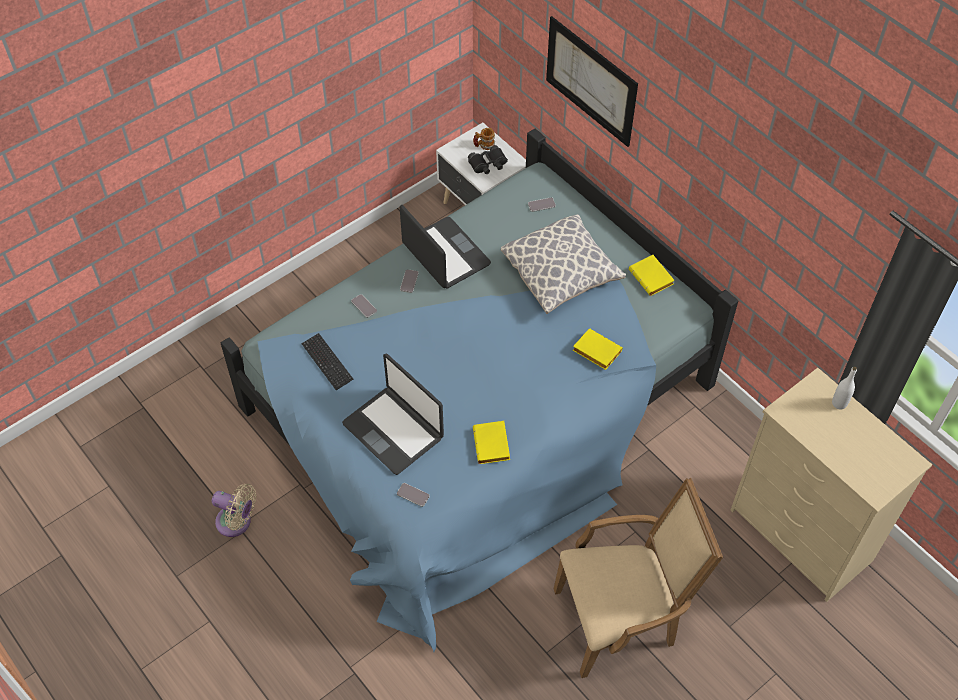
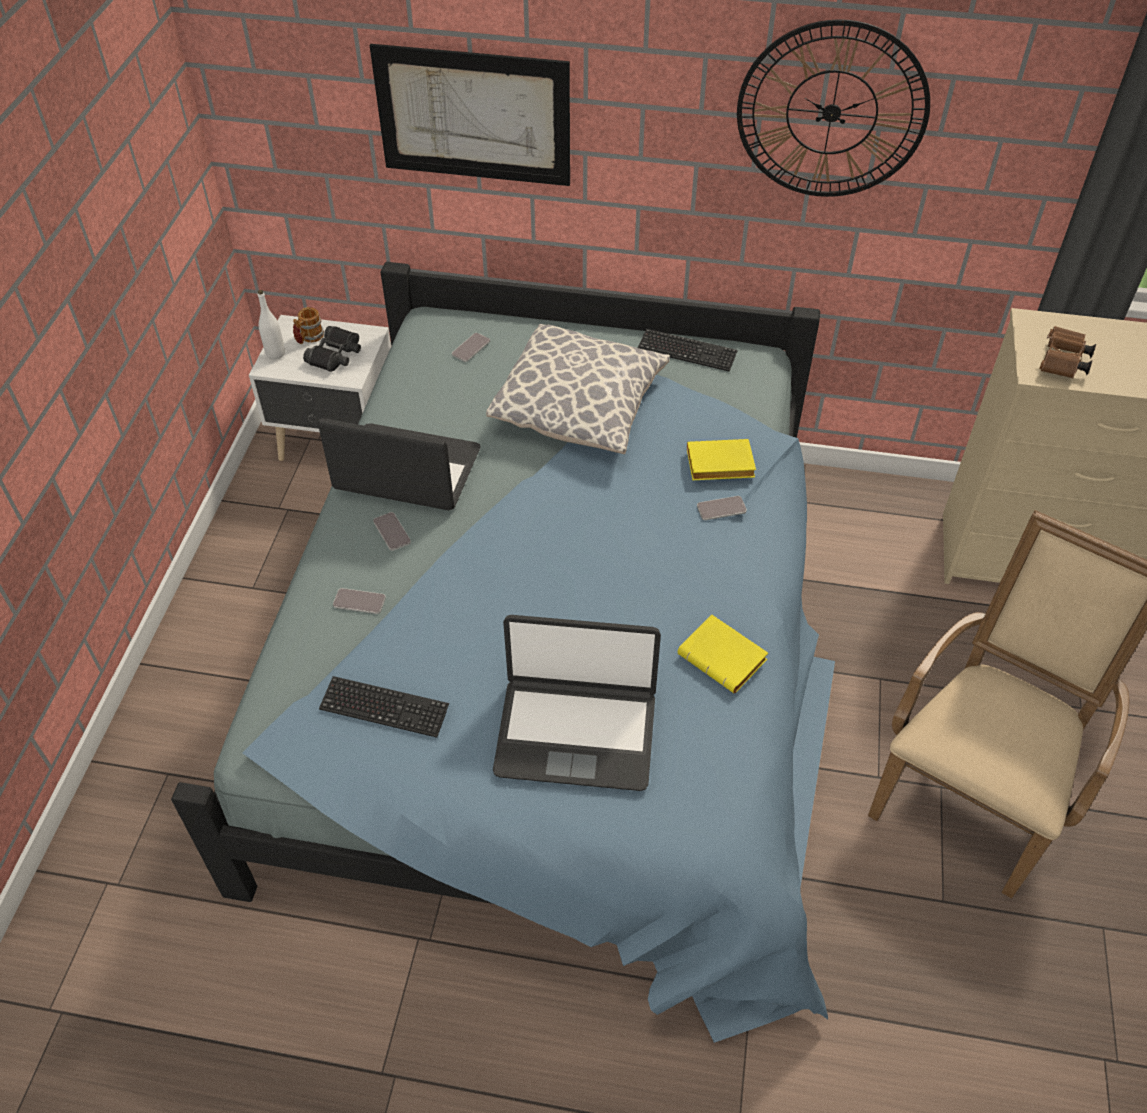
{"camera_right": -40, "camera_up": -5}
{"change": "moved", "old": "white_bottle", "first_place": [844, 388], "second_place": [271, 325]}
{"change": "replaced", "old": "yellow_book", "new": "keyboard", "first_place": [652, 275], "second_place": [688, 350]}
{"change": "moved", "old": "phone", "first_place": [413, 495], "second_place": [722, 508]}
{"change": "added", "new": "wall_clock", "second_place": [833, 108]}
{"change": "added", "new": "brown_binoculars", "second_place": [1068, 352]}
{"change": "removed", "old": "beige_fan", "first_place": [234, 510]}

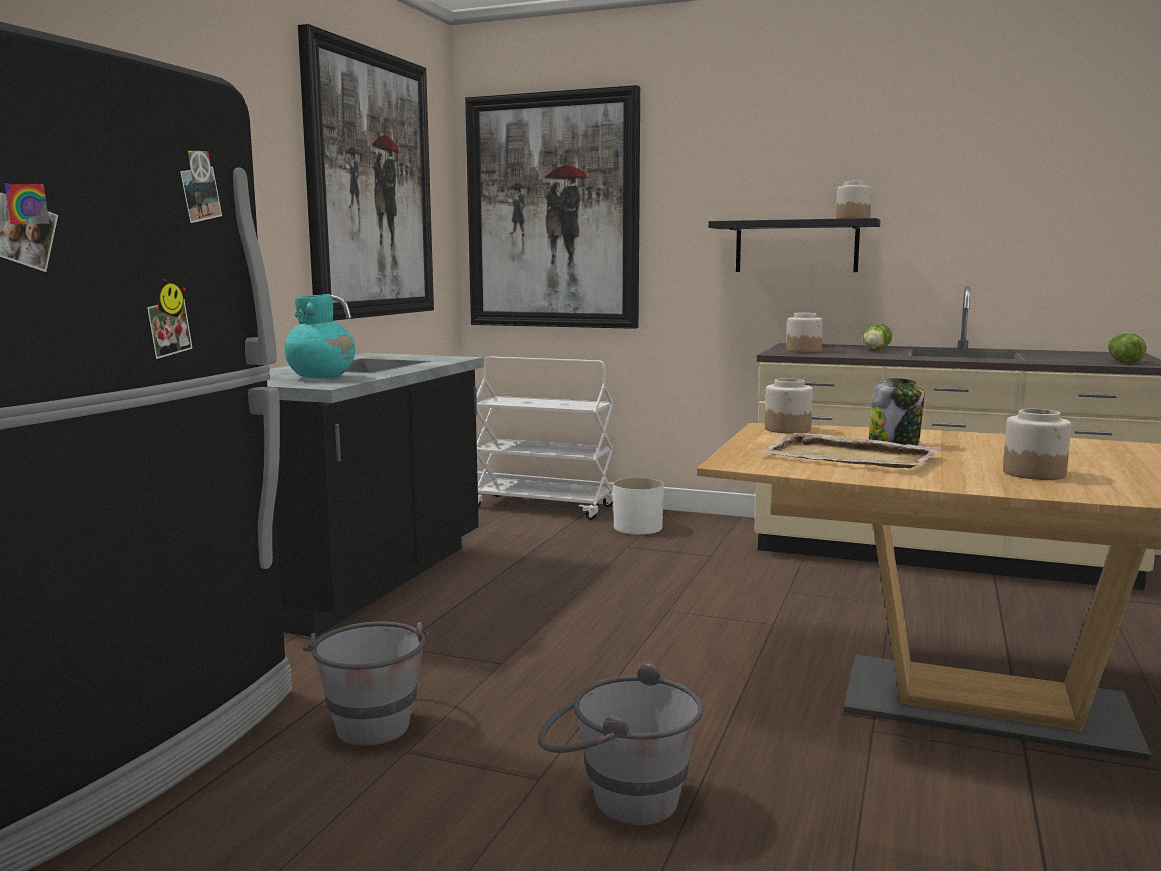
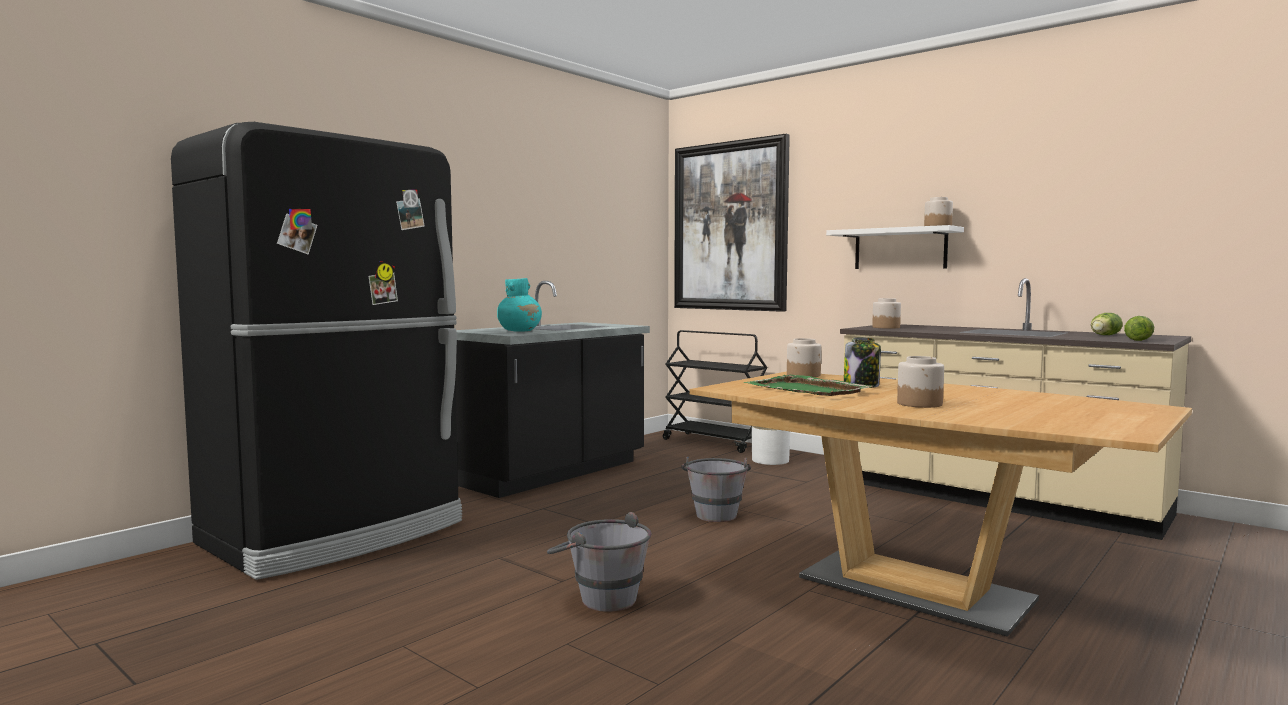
{"camera_right": 20, "camera_up": -5}
{"change": "recoloured", "old": "white_cart", "new": "black_cart", "first_place": [545, 438], "second_place": [715, 391]}
{"change": "moved", "old": "grey_bucket", "first_place": [366, 684], "second_place": [716, 489]}
{"change": "recoloured", "old": "beige_tray", "new": "green_tray", "first_place": [850, 450], "second_place": [808, 385]}
{"change": "recoloured", "old": "black_shelf", "new": "white_shelf", "first_place": [794, 245], "second_place": [895, 247]}
{"change": "moved", "old": "lettuce", "first_place": [877, 337], "second_place": [1107, 324]}
{"change": "removed", "old": "picture", "first_place": [366, 172]}

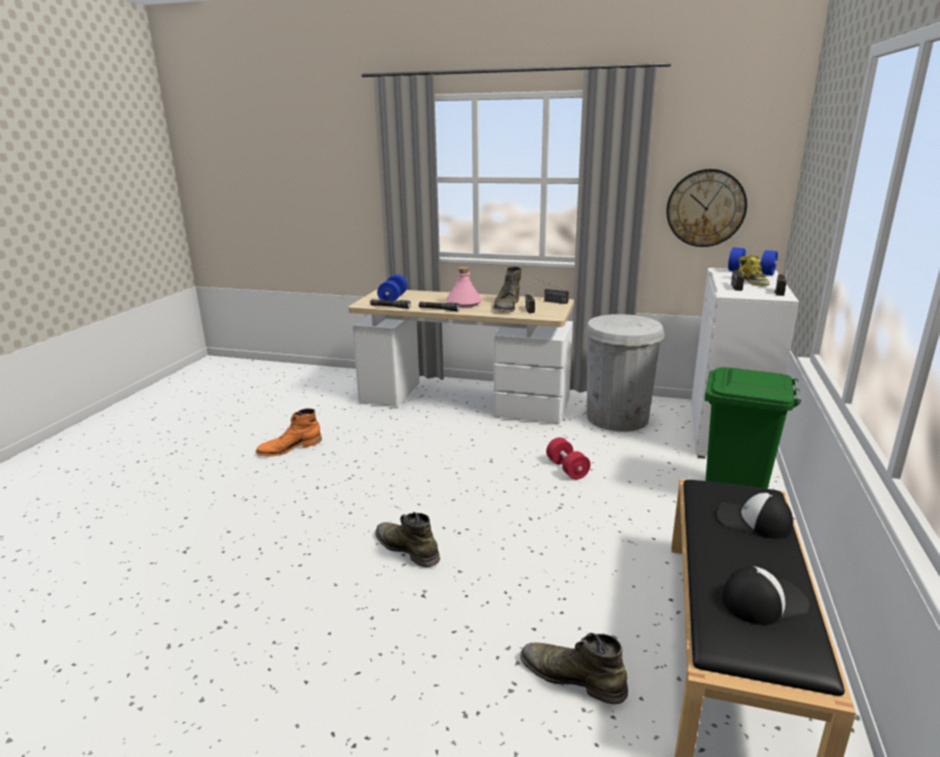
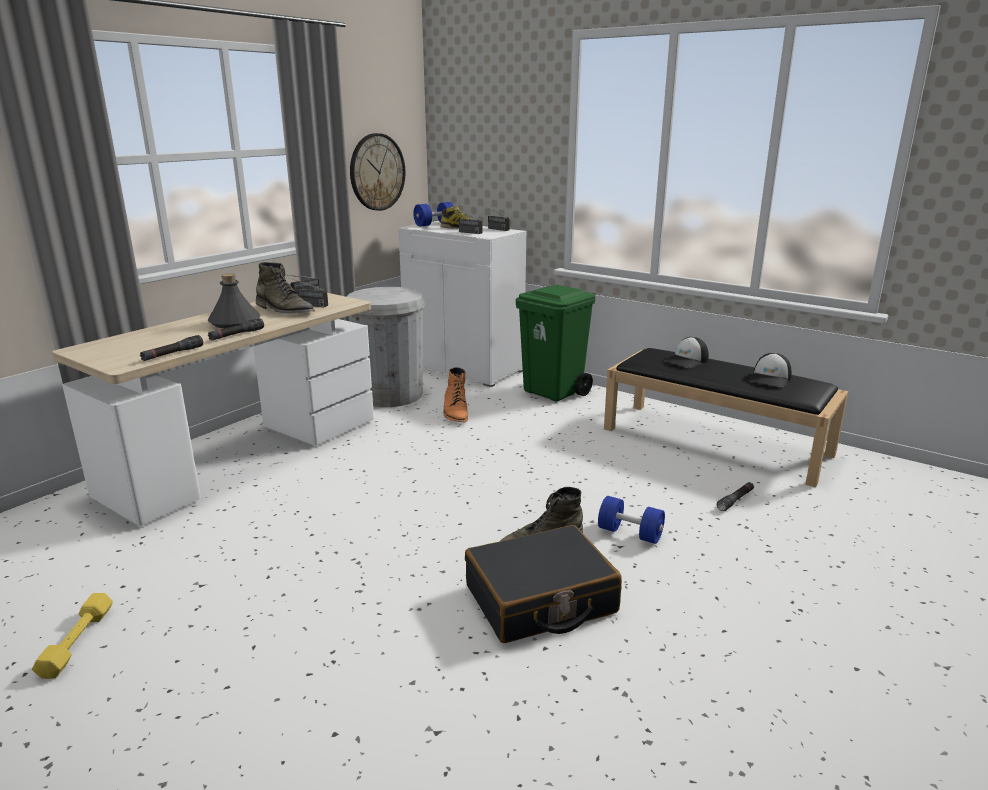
{"camera_right": -70, "camera_up": 0}
{"change": "added", "new": "yellow_dumbbell", "second_place": [72, 636]}
{"change": "recoloured", "old": "pink_bottle", "new": "grey_bottle", "first_place": [464, 287], "second_place": [234, 301]}
{"change": "moved", "old": "orange_boot", "first_place": [289, 432], "second_place": [455, 395]}
{"change": "added", "new": "black_suitcase", "second_place": [543, 584]}
{"change": "moved", "old": "blue_dumbbell", "first_place": [392, 287], "second_place": [631, 520]}
{"change": "replaced", "old": "green_boot", "new": "black_flashlight", "first_place": [574, 668], "second_place": [735, 496]}
{"change": "turned", "old": "cap", "first_place": [765, 595], "second_place": [770, 370], "degrees": -150}
{"change": "removed", "old": "red_dumbbell", "first_place": [568, 458]}

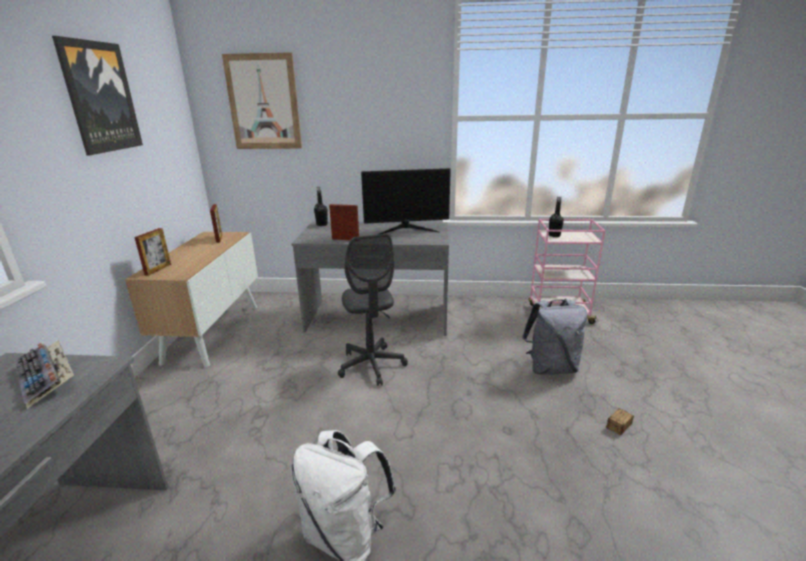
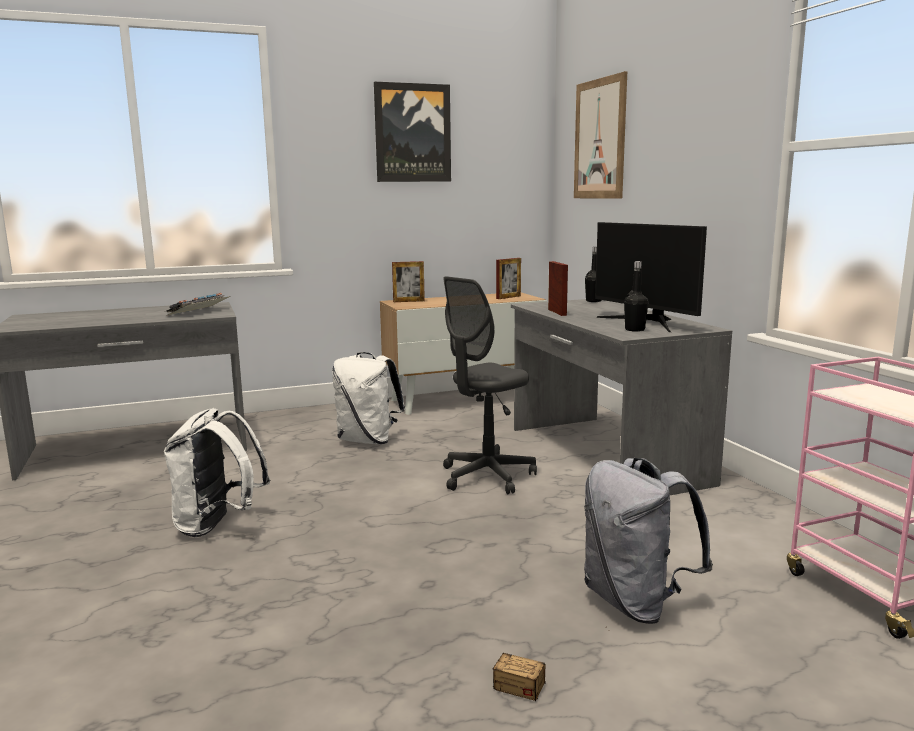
{"camera_right": 65, "camera_up": -10}
{"change": "added", "new": "white_backpack", "second_place": [369, 398]}
{"change": "moved", "old": "black_bottle", "first_place": [556, 216], "second_place": [636, 296]}

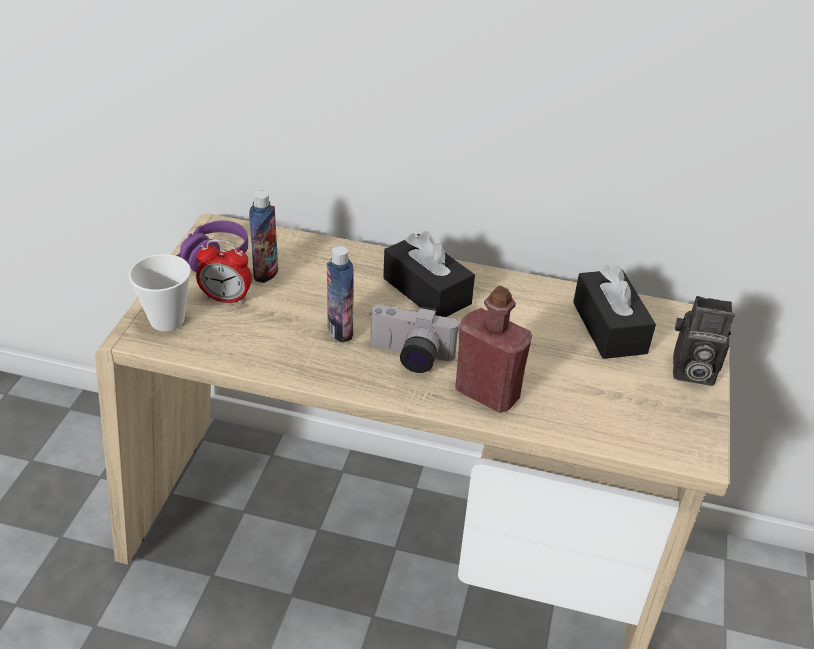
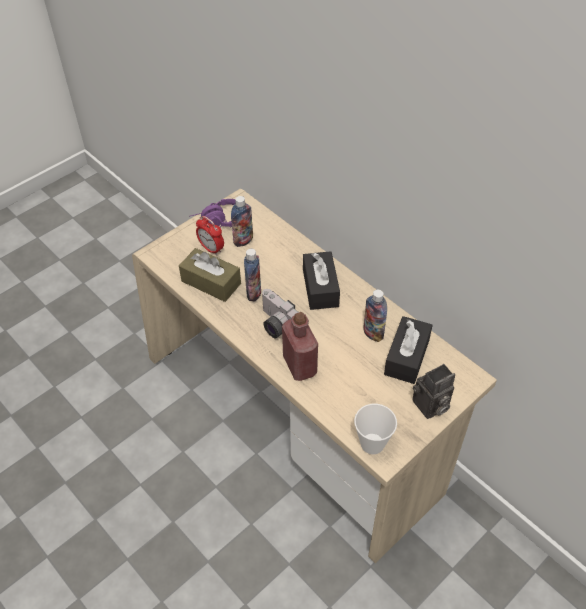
{"camera_right": 35, "camera_up": 10}
{"change": "added", "new": "brown_tissue_box", "second_place": [210, 275]}
{"change": "moved", "old": "cup", "first_place": [160, 292], "second_place": [375, 429]}
{"change": "added", "new": "bottle", "second_place": [375, 316]}
{"change": "turned", "old": "photo_camera", "first_place": [704, 341], "second_place": [433, 391], "degrees": -75}

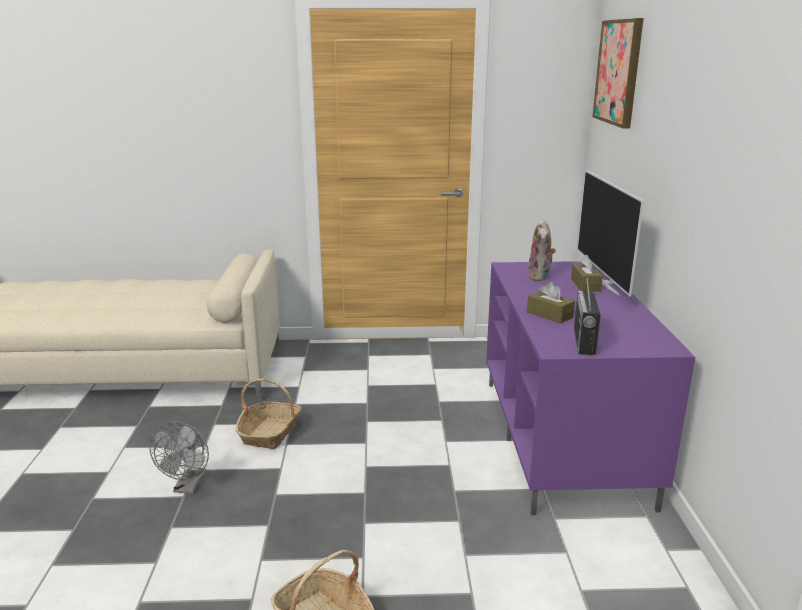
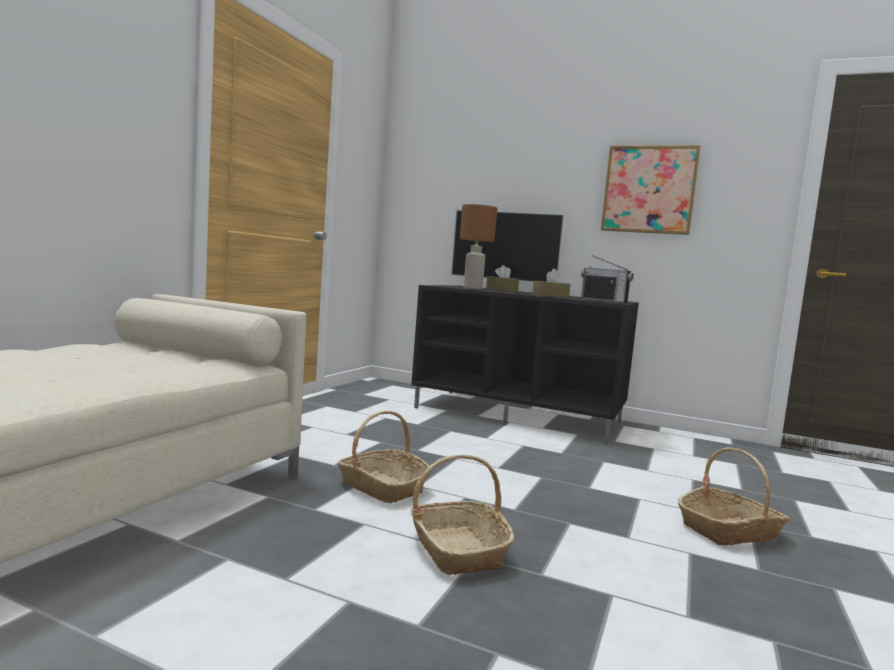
{"camera_right": -65, "camera_up": -15}
{"change": "replaced", "old": "grey_fan", "new": "basket", "first_place": [179, 457], "second_place": [462, 515]}
{"change": "recoloured", "old": "purple_tv_stand", "new": "black_tv_stand", "first_place": [590, 388], "second_place": [525, 365]}
{"change": "replaced", "old": "plush_toy", "new": "brown_table_lamp", "first_place": [541, 250], "second_place": [478, 246]}
{"change": "moved", "old": "picture", "first_place": [618, 73], "second_place": [650, 190]}

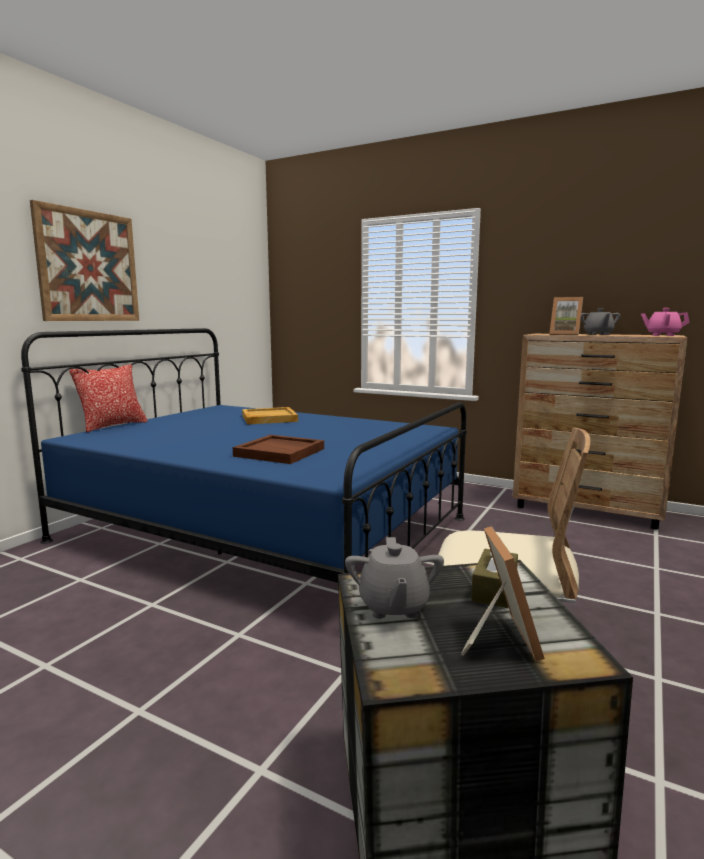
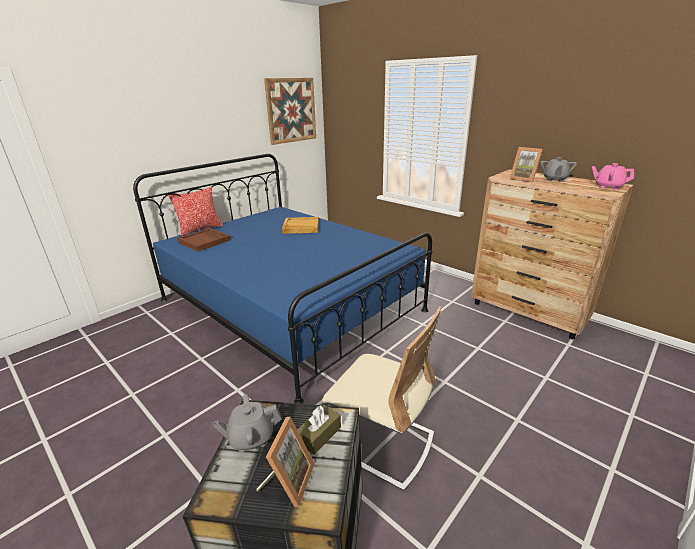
{"camera_right": 15, "camera_up": 15}
{"change": "moved", "old": "brown_tray", "first_place": [278, 449], "second_place": [204, 239]}
{"change": "turned", "old": "grey_teapot", "first_place": [394, 578], "second_place": [247, 423], "degrees": 60}
{"change": "moved", "old": "picture", "first_place": [84, 260], "second_place": [290, 111]}

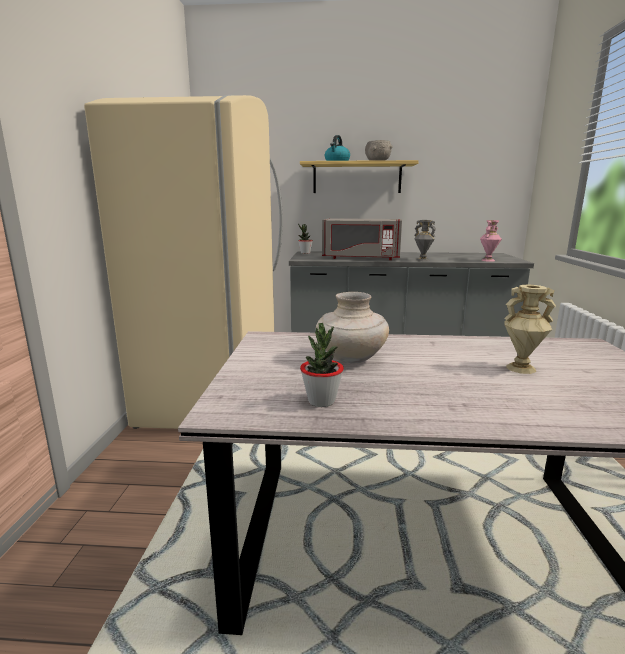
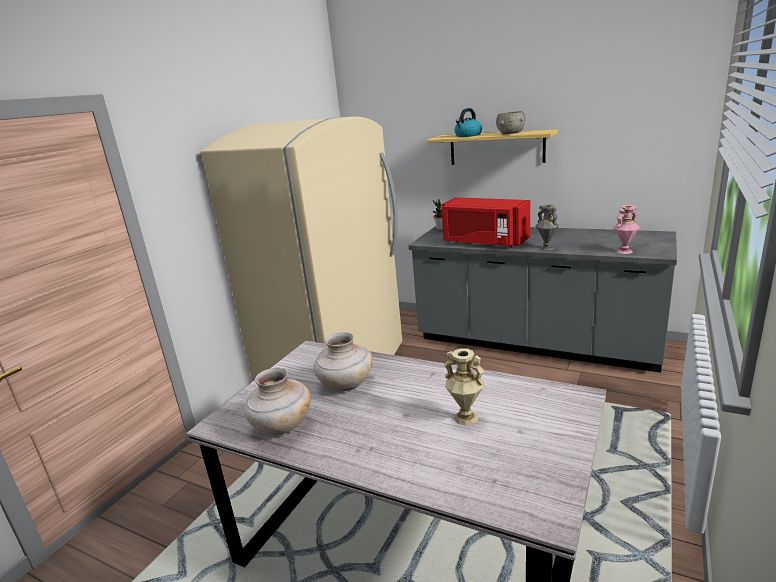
{"camera_right": 25, "camera_up": 5}
{"change": "replaced", "old": "potted_plant", "new": "beige_vase", "first_place": [322, 365], "second_place": [277, 401]}
{"change": "recoloured", "old": "grey_microwave", "new": "red_microwave", "first_place": [362, 239], "second_place": [485, 222]}

